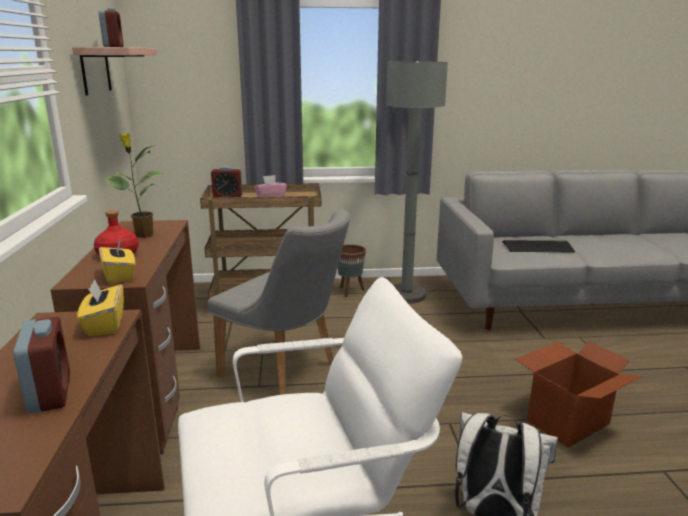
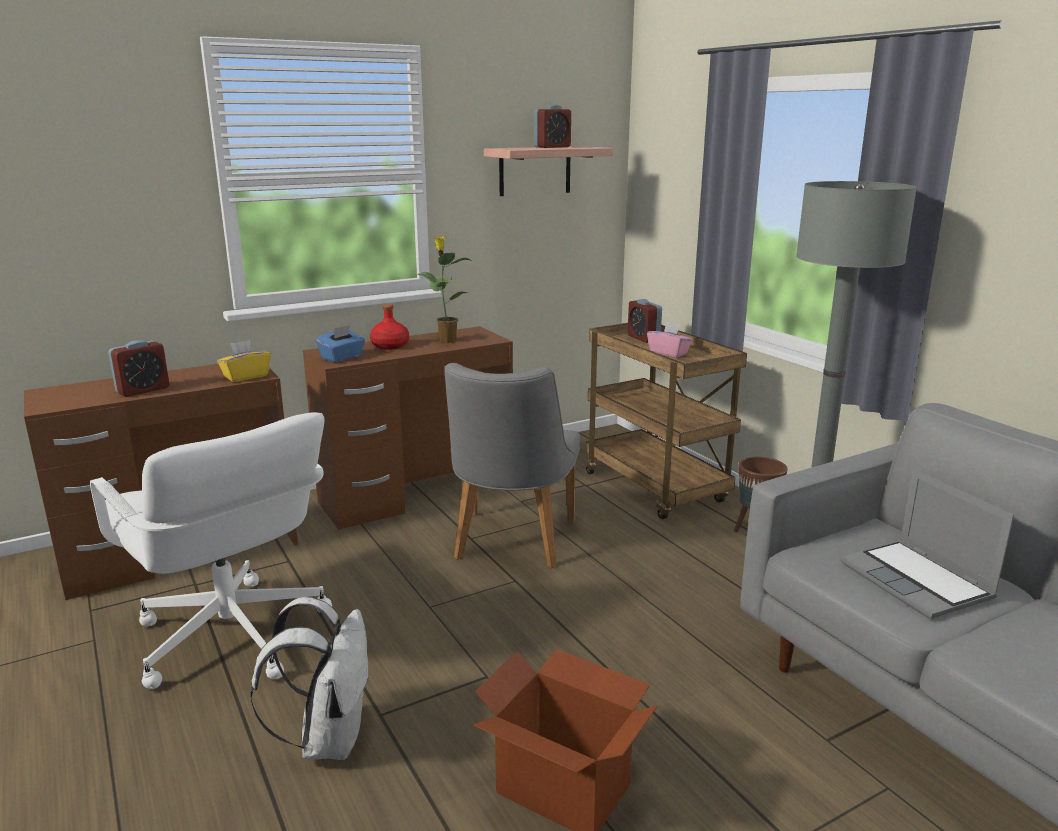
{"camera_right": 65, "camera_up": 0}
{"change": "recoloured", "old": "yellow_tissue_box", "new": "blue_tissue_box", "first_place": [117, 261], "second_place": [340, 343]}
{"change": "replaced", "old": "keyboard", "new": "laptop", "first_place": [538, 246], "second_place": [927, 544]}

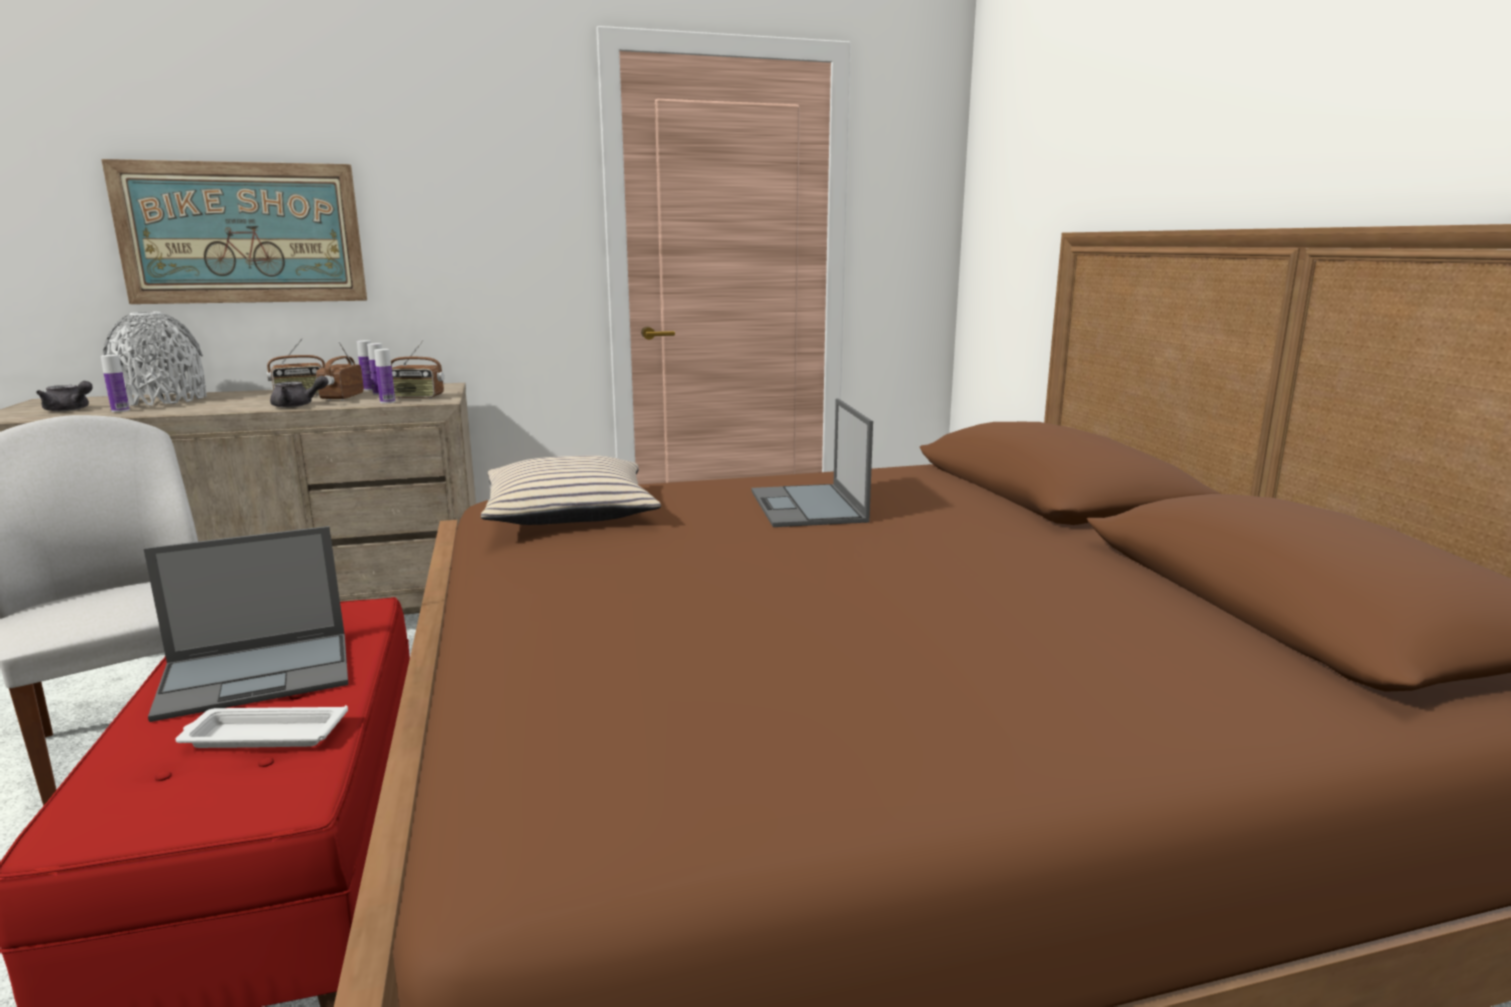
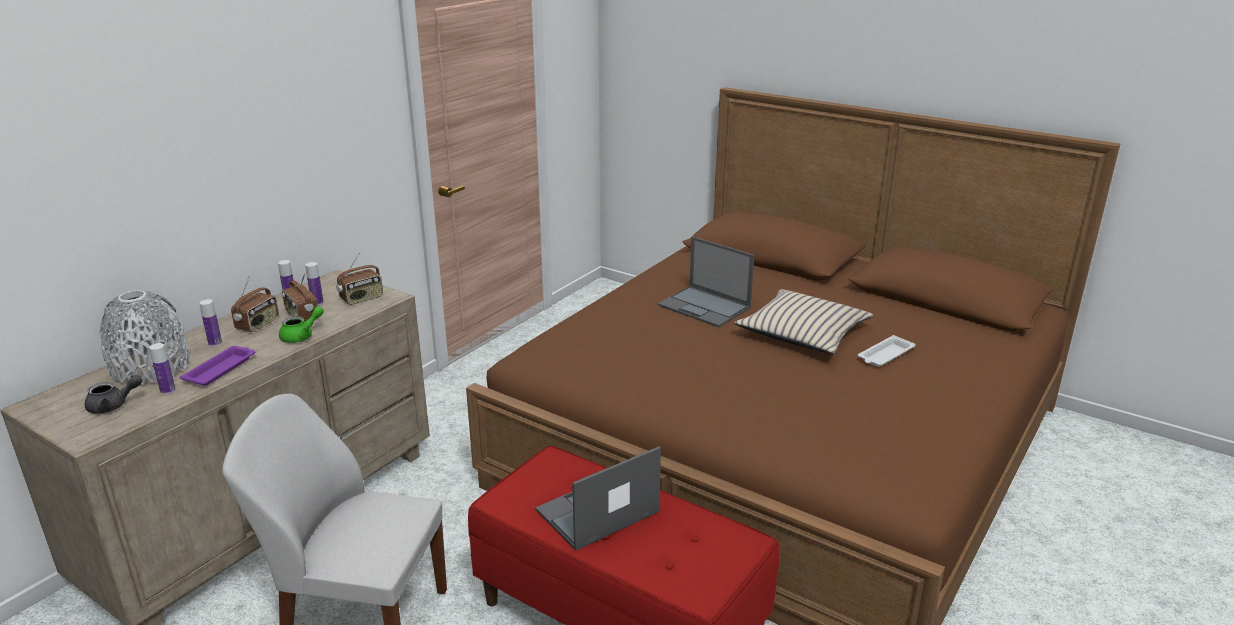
{"camera_right": -40, "camera_up": 10}
{"change": "added", "new": "purple_tray", "second_place": [217, 366]}
{"change": "moved", "old": "bottle", "first_place": [384, 376], "second_place": [211, 322]}
{"change": "recoloured", "old": "grey_teapot", "new": "green_teapot", "first_place": [299, 392], "second_place": [301, 324]}
{"change": "turned", "old": "laptop", "first_place": [246, 624], "second_place": [598, 498], "degrees": -150}
{"change": "moved", "old": "beige_pillow", "first_place": [571, 490], "second_place": [804, 321]}
{"change": "moved", "old": "white_tray", "first_place": [261, 726], "second_place": [887, 351]}
{"change": "removed", "old": "picture", "first_place": [234, 231]}

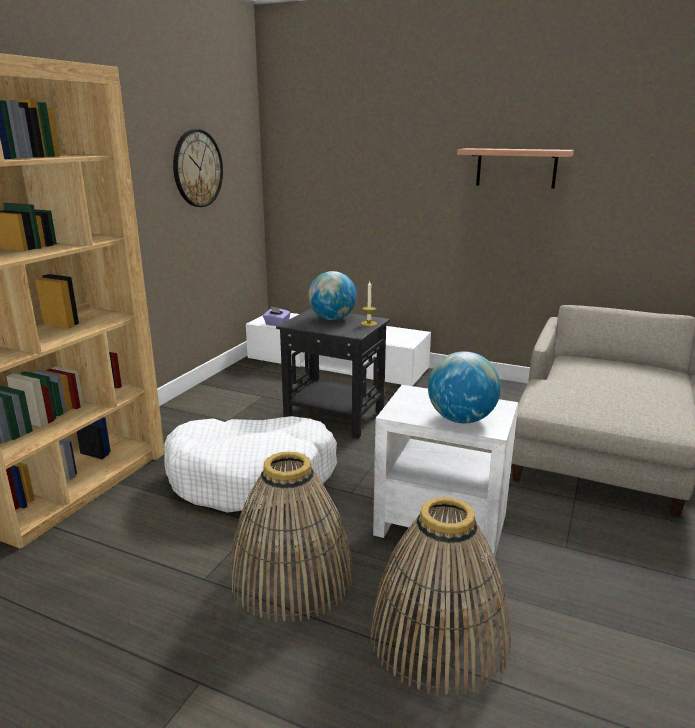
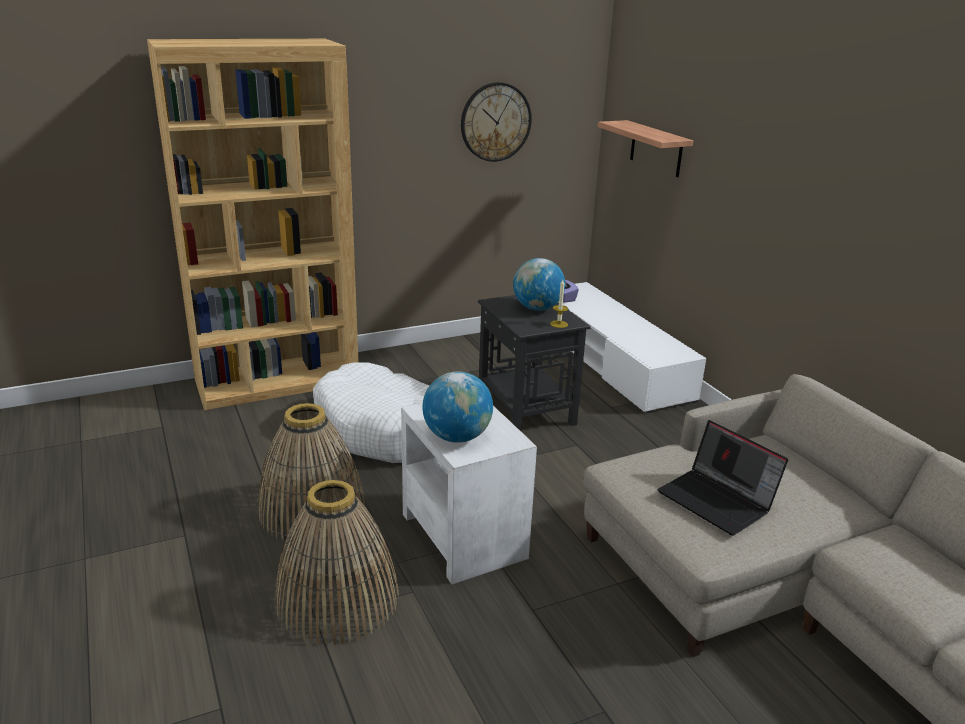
{"camera_right": 40, "camera_up": 5}
{"change": "moved", "old": "shelf", "first_place": [515, 168], "second_place": [645, 148]}
{"change": "added", "new": "laptop", "second_place": [723, 478]}

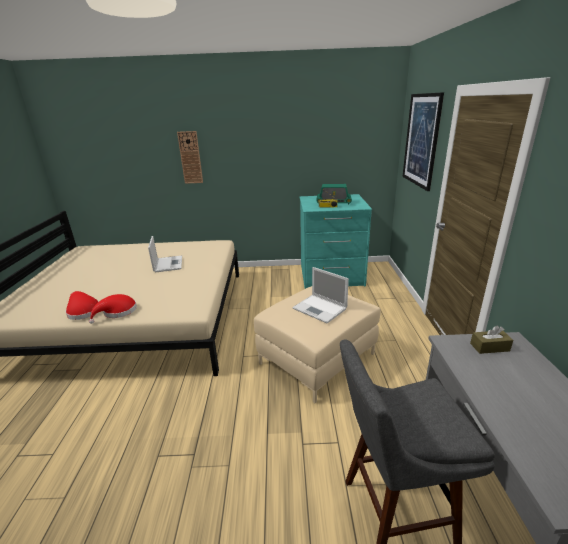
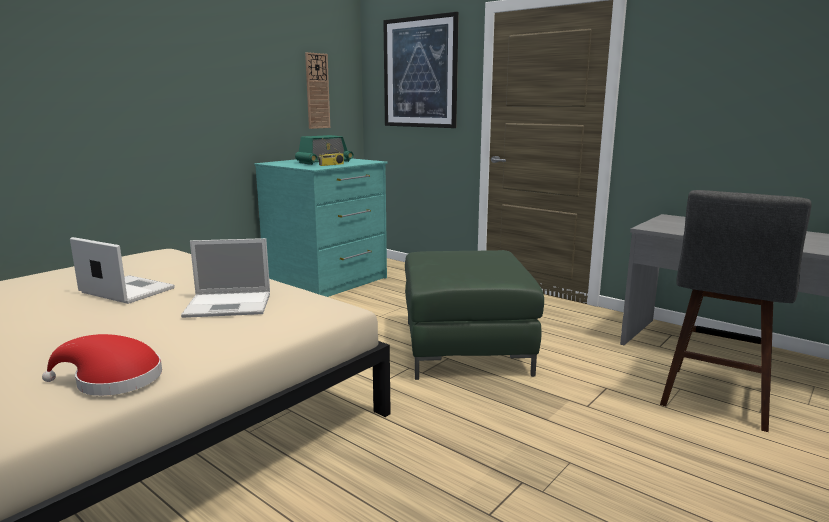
{"camera_right": -50, "camera_up": -10}
{"change": "moved", "old": "laptop", "first_place": [320, 295], "second_place": [225, 278]}
{"change": "moved", "old": "wall_clock", "first_place": [190, 157], "second_place": [317, 90]}
{"change": "recoloured", "old": "beige_ottoman", "new": "green_ottoman", "first_place": [317, 344], "second_place": [474, 315]}
{"change": "removed", "old": "red_hat", "first_place": [113, 309]}
{"change": "removed", "old": "brown_tissue_box", "first_place": [491, 340]}

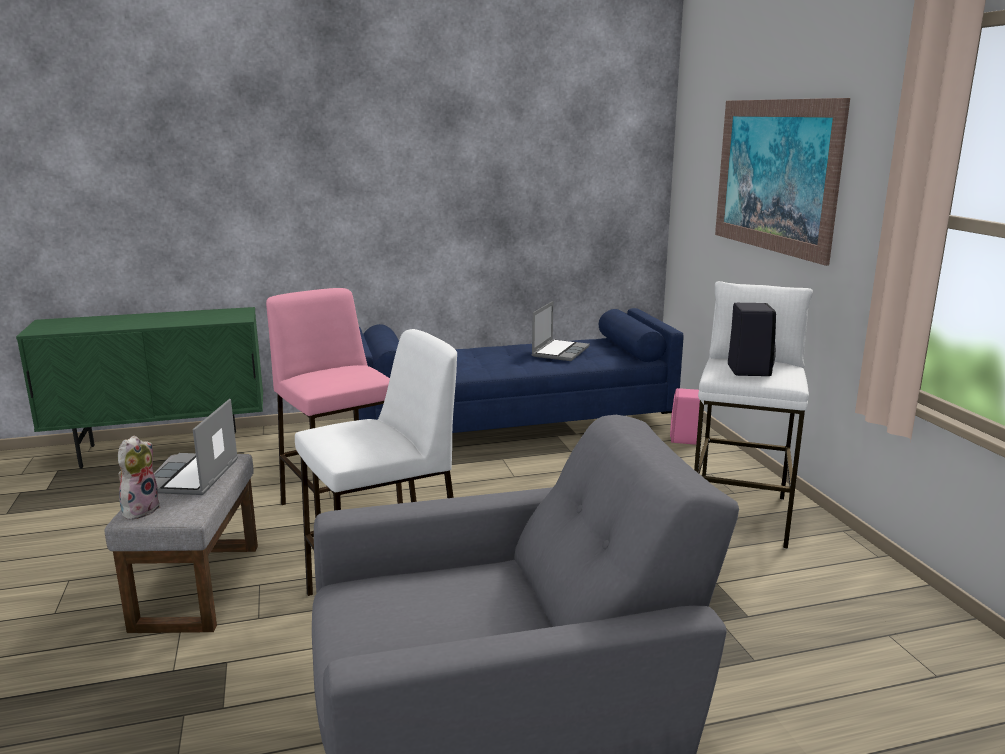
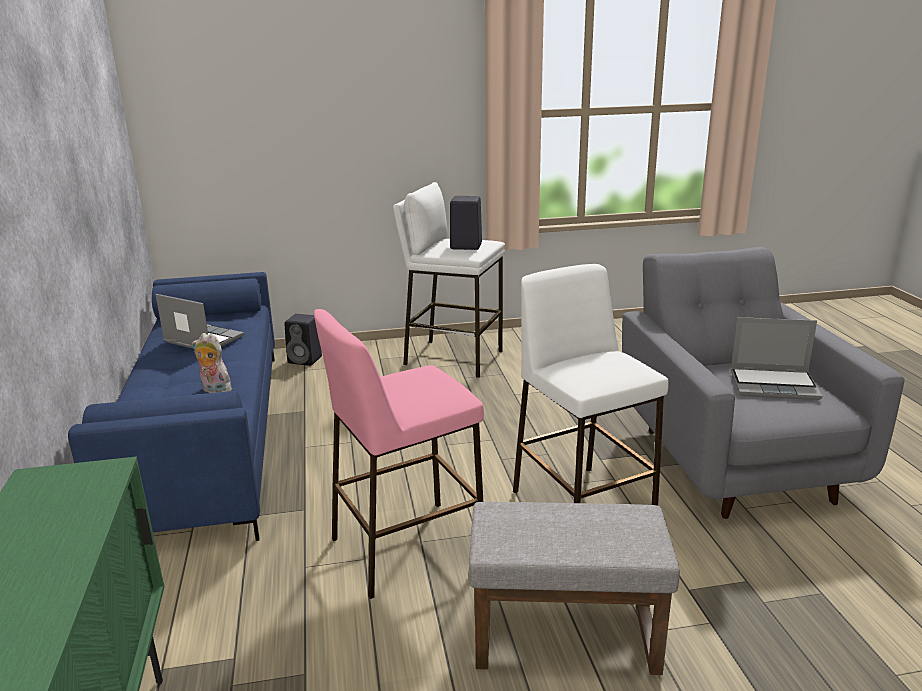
{"camera_right": -85, "camera_up": 5}
{"change": "moved", "old": "plush_toy", "first_place": [139, 478], "second_place": [214, 363]}
{"change": "recoloured", "old": "pink_speaker", "new": "black_speaker", "first_place": [685, 416], "second_place": [303, 340]}
{"change": "moved", "old": "laptop", "first_place": [196, 447], "second_place": [776, 358]}
{"change": "removed", "old": "picture", "first_place": [782, 182]}

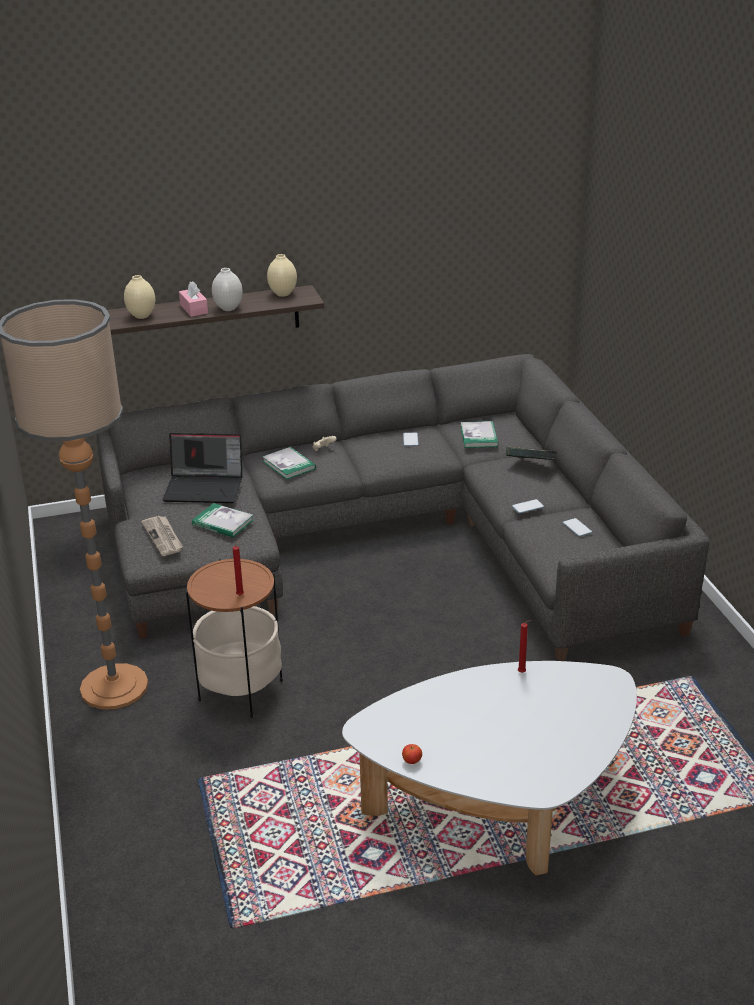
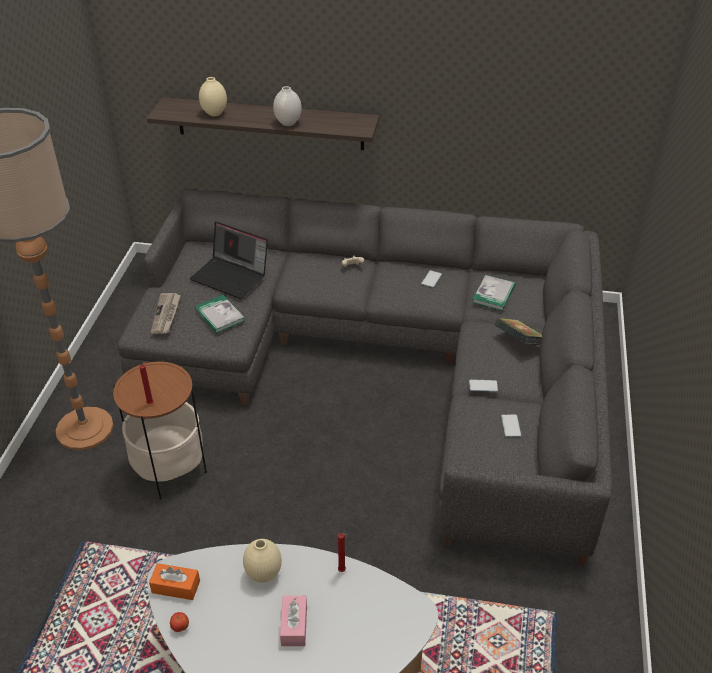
{"camera_right": 25, "camera_up": 10}
{"change": "added", "new": "orange_tissue_box", "second_place": [174, 581]}
{"change": "moved", "old": "beige_vase", "first_place": [282, 275], "second_place": [262, 560]}
{"change": "moved", "old": "pink_tissue_box", "first_place": [193, 299], "second_place": [293, 621]}
{"change": "removed", "old": "book", "first_place": [289, 463]}

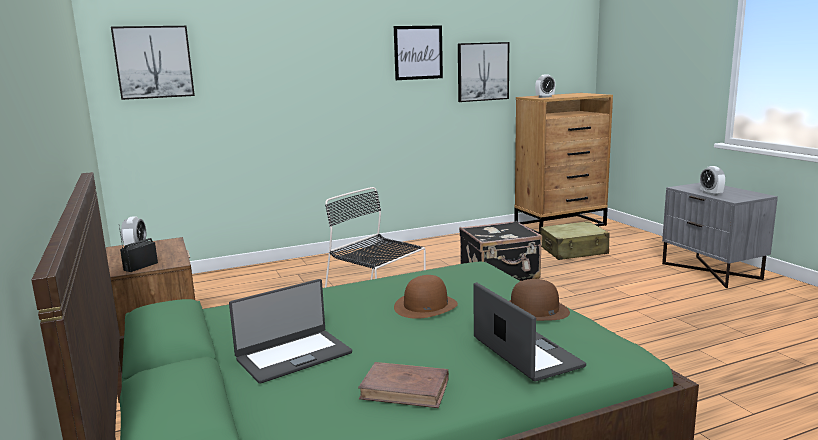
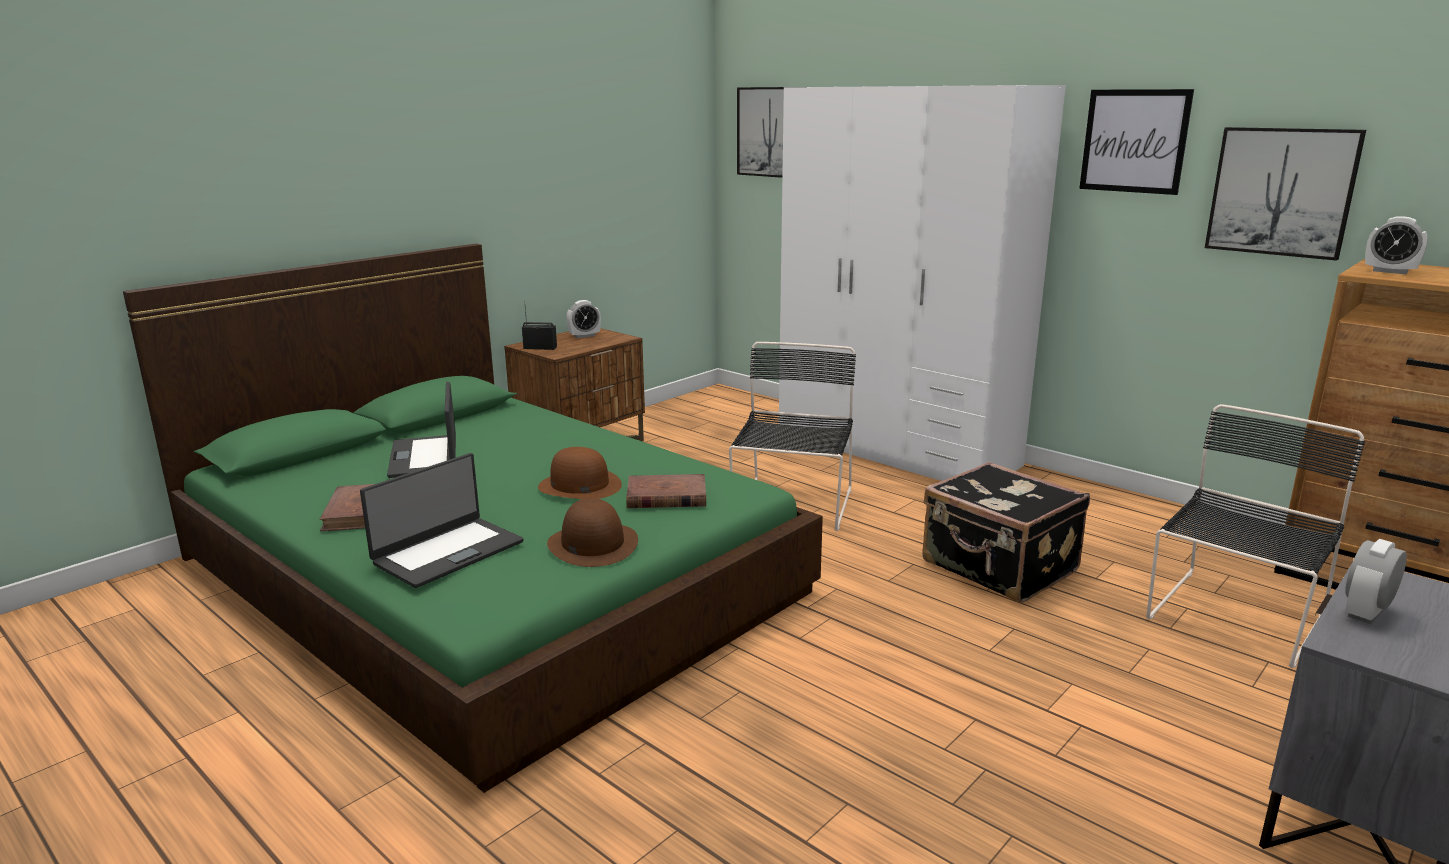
{"camera_right": 65, "camera_up": 5}
{"change": "turned", "old": "laptop", "first_place": [290, 331], "second_place": [421, 430], "degrees": 45}
{"change": "added", "new": "brown_book", "second_place": [666, 491]}
{"change": "added", "new": "white_wardrobe", "second_place": [922, 283]}
{"change": "replaced", "old": "beige_suitcase", "new": "black_chair", "first_place": [575, 240], "second_place": [1255, 536]}

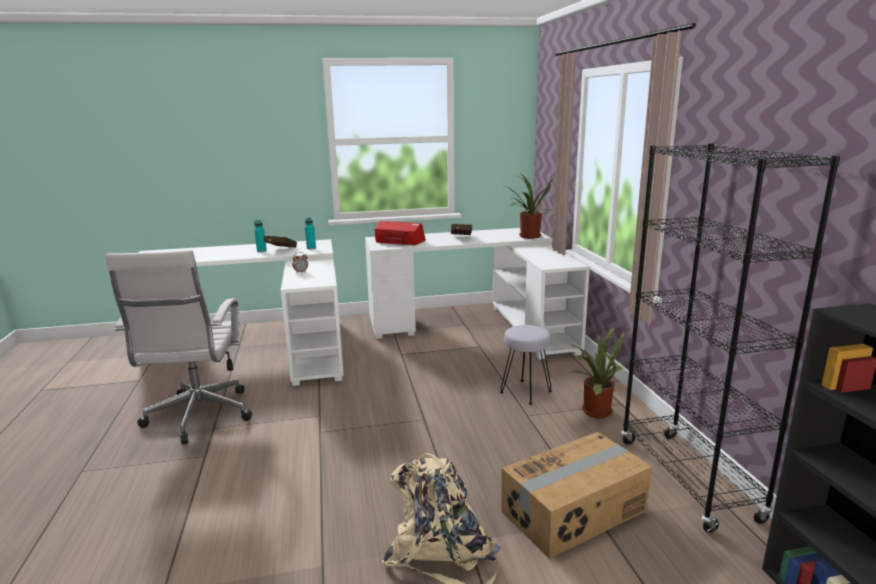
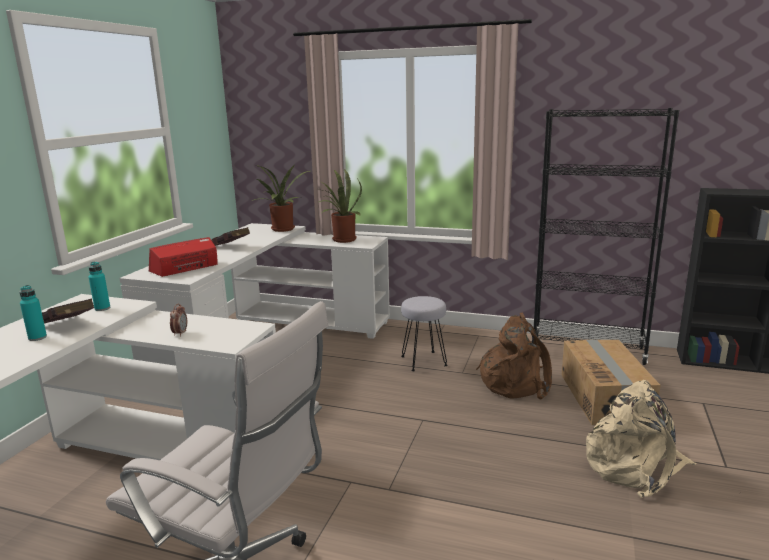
{"camera_right": -60, "camera_up": 0}
{"change": "moved", "old": "potted_plant", "first_place": [597, 372], "second_place": [340, 206]}
{"change": "added", "new": "brown_backpack", "second_place": [514, 356]}

